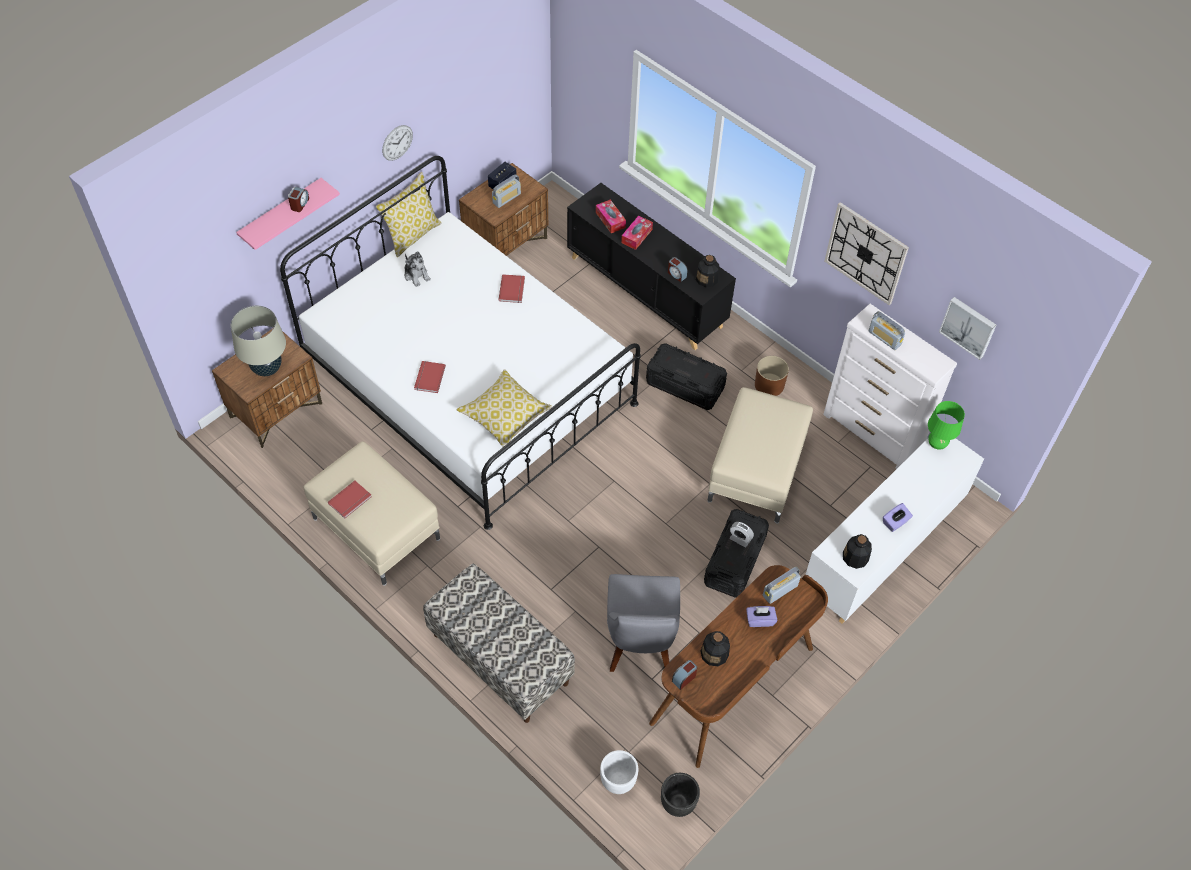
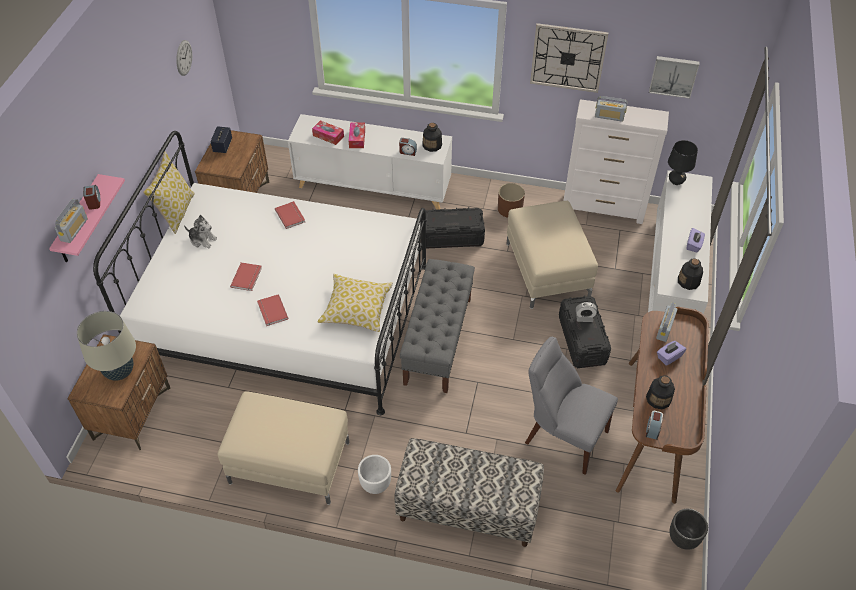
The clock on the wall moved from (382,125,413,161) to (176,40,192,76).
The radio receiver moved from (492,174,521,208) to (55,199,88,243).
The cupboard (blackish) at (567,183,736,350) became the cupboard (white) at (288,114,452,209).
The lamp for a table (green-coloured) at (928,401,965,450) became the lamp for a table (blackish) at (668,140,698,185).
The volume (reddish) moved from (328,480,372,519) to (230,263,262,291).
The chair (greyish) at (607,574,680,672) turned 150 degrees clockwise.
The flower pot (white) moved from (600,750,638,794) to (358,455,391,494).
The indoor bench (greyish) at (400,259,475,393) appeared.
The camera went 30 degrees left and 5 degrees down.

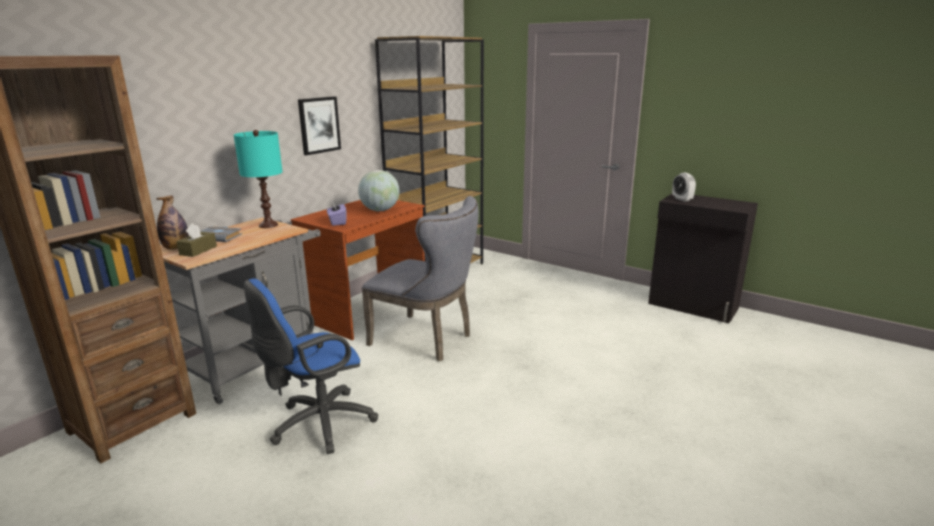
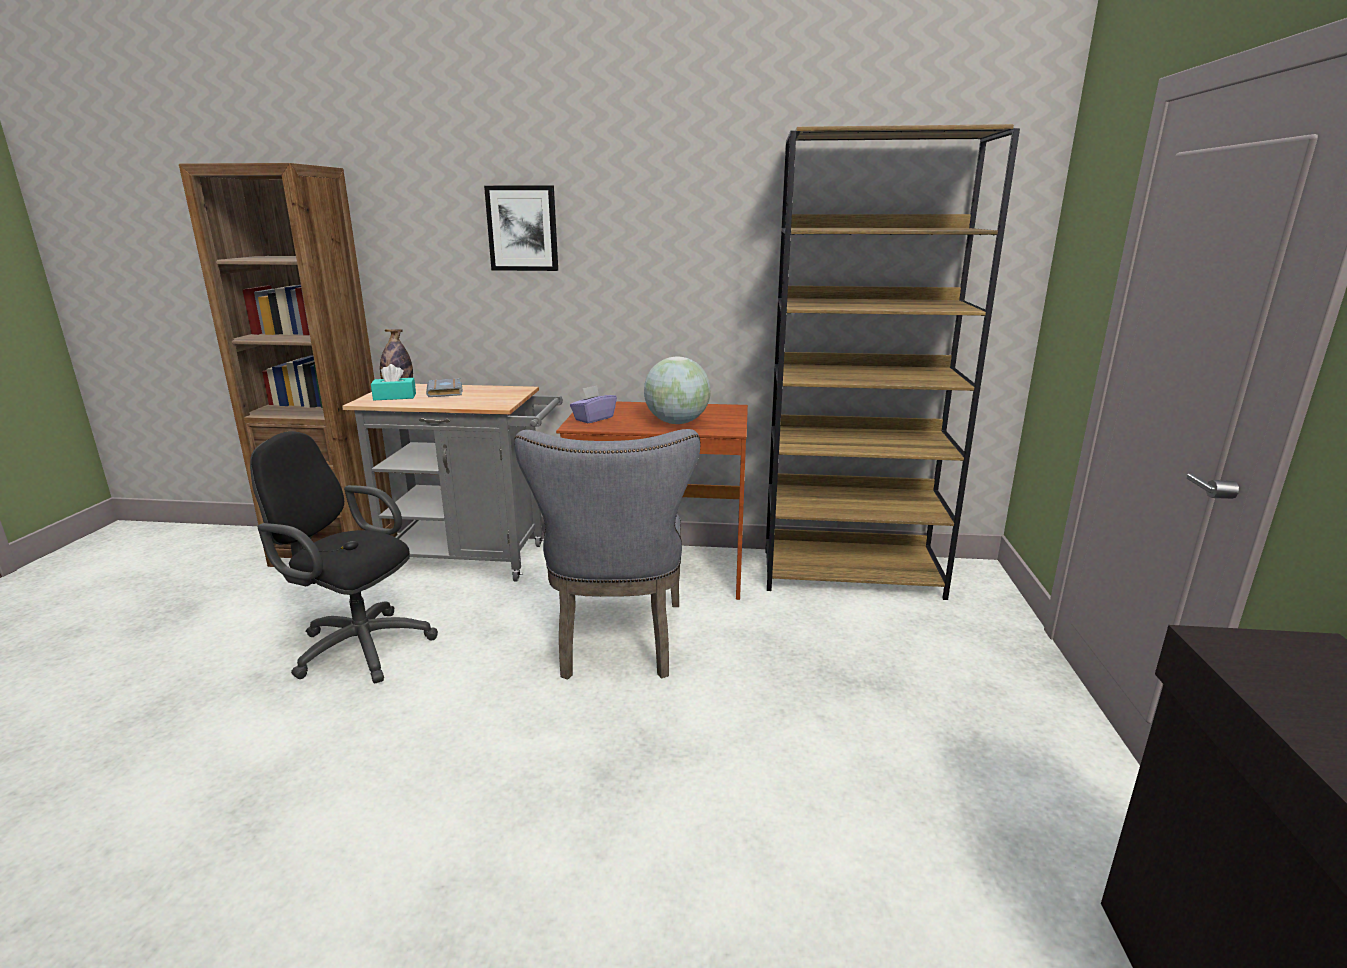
The wall art moved from (298,96,341,155) to (484,185,558,271).
The lamp for a table (blue-green) at (234,130,283,228) disappeared.
The alarm clock at (672,173,696,202) disappeared.
The tissue box (brown) at (176,223,217,257) became the tissue box (blue-green) at (371,364,416,400).
The computer chair (bluish) at (244,278,378,454) became the computer chair (blackish) at (250,431,438,684).
The camera went 60 degrees right and 0 degrees up.

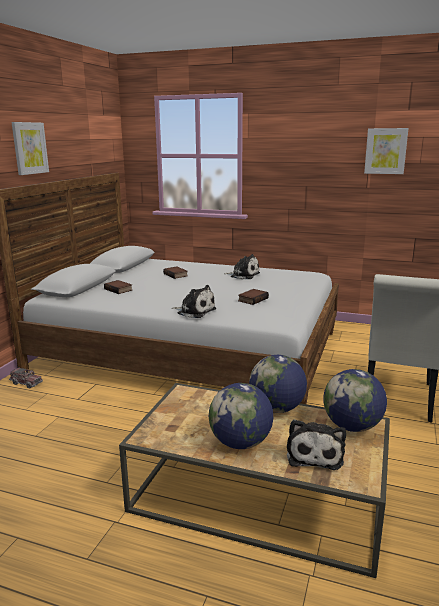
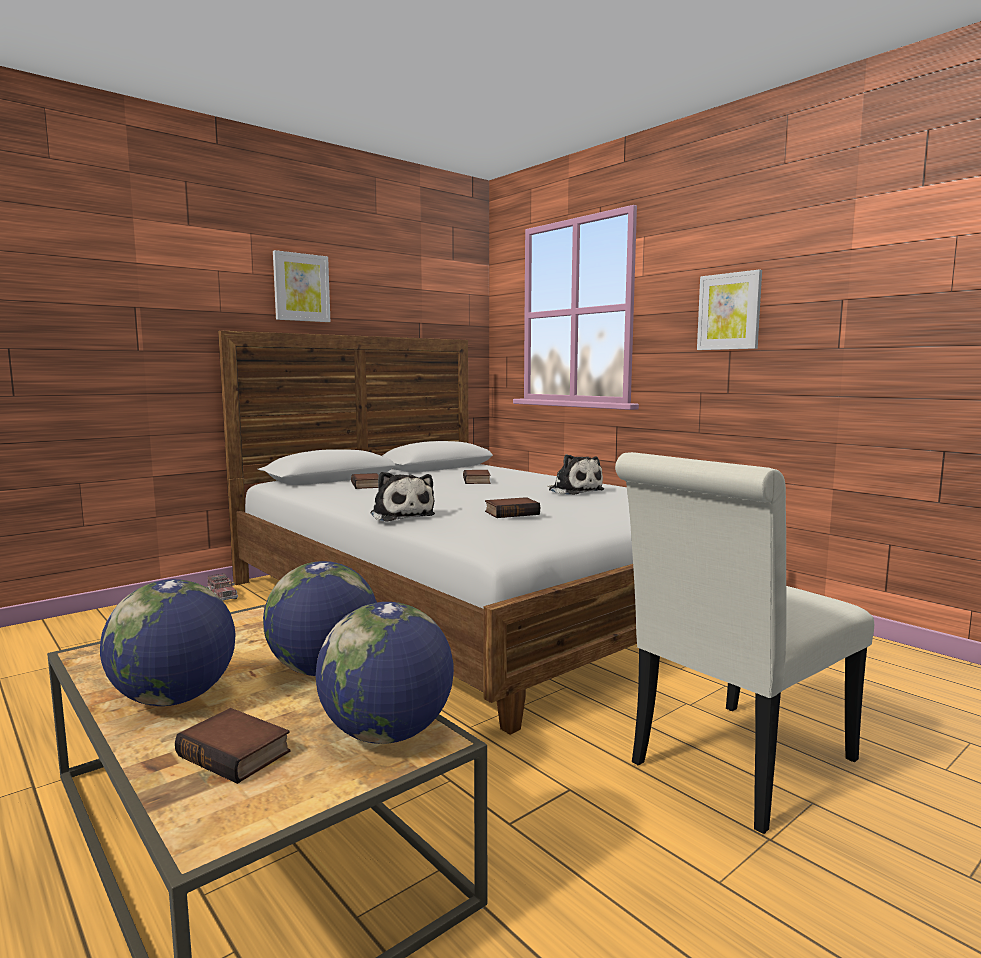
The wall art moved from (364,128,409,174) to (697,269,762,350).
The soft toy at (287,419,346,470) was replaced by the volume at (175,708,290,784).
The camera went 30 degrees right and 10 degrees down.

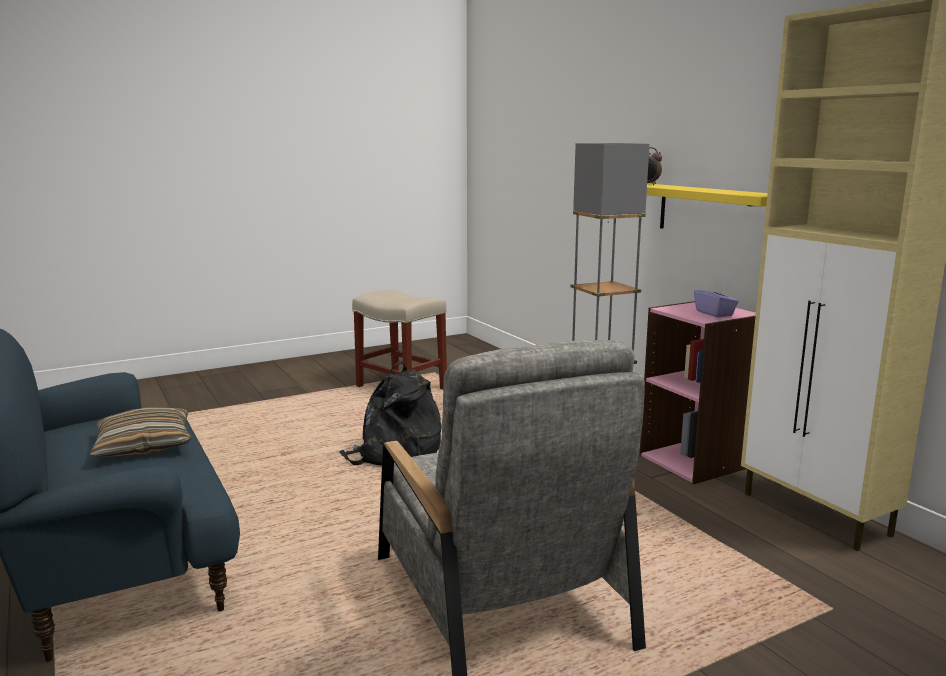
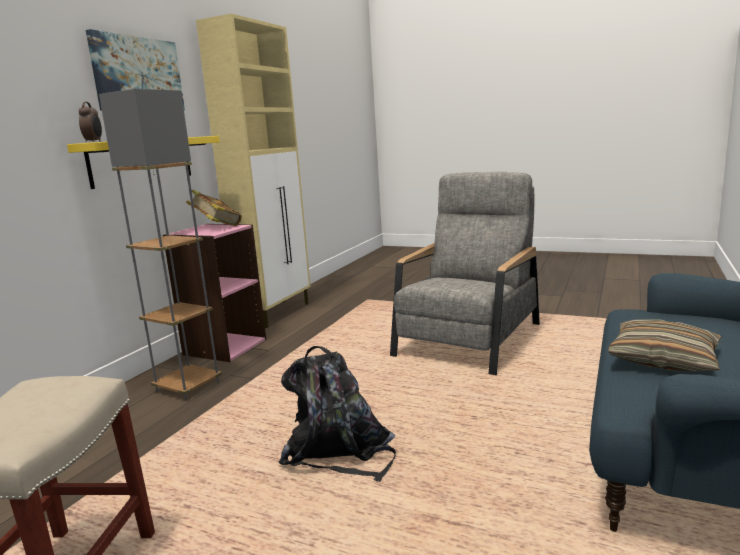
The tissue box (purplish) at (694,282,739,317) was replaced by the volume at (186,190,242,226).
The wall art at (86,29,185,111) appeared.
The camera went 125 degrees left and 0 degrees up.

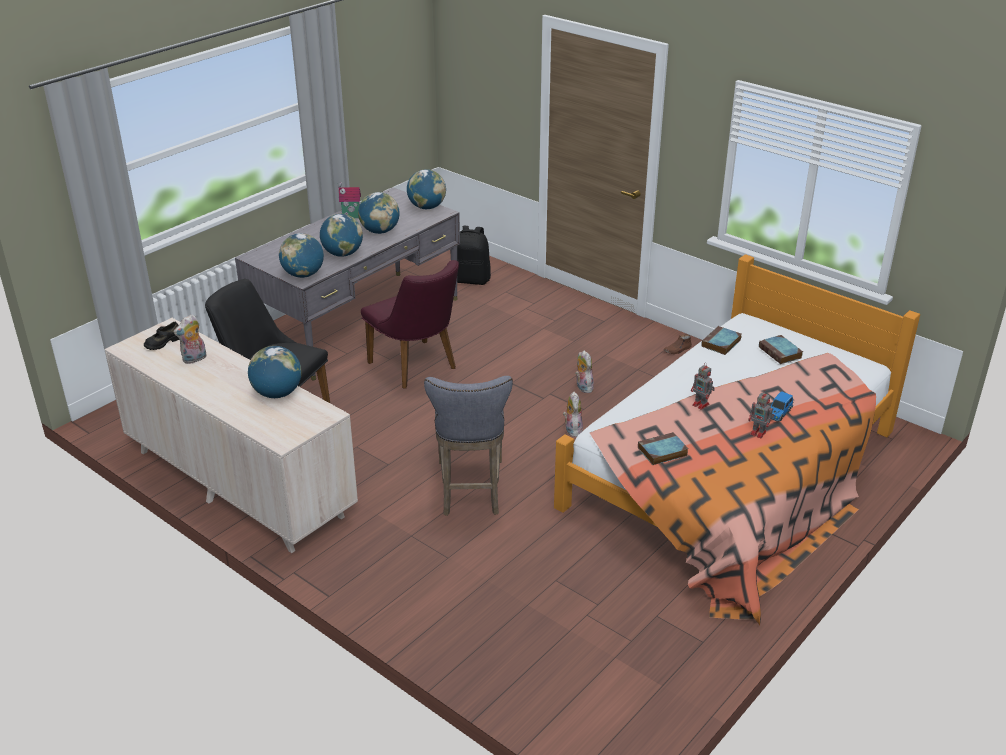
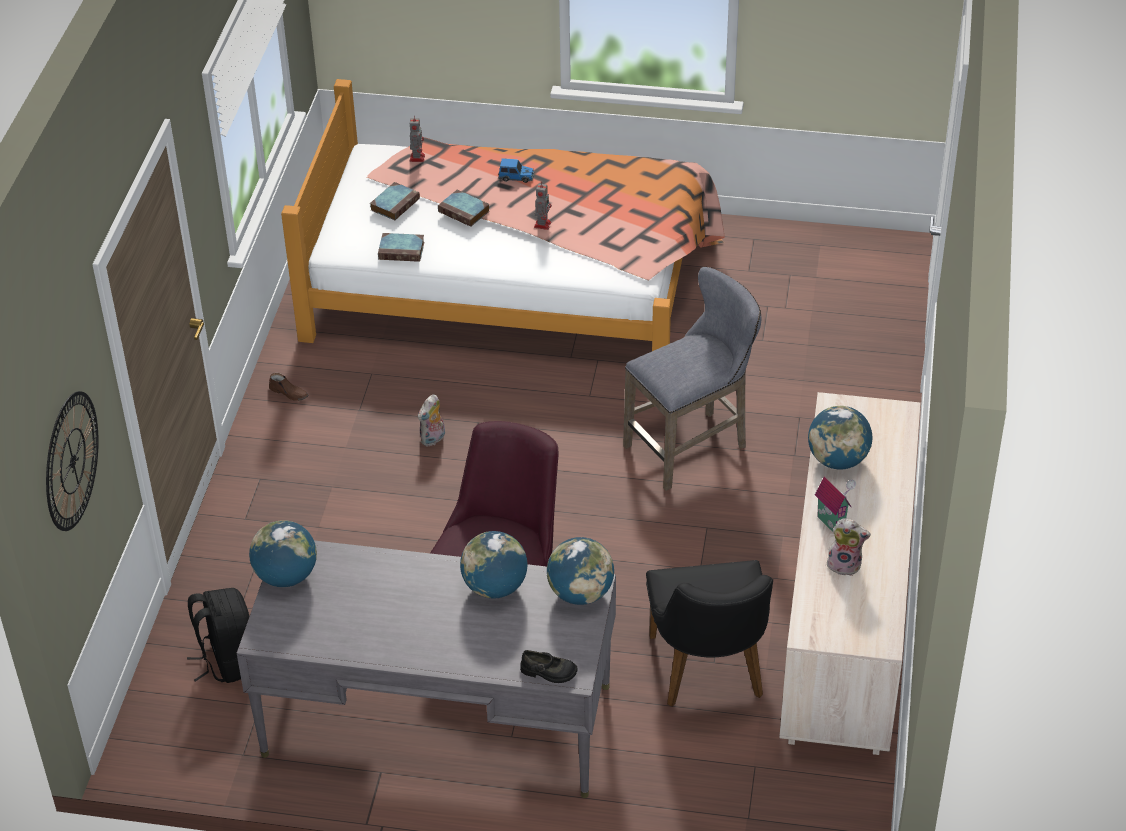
The miniature house moved from (338,182,361,218) to (815,477,856,532).
The desk globe at (358,192,400,234) disappeared.
The item of footwear (blackish) moved from (144,322,179,350) to (520,650,578,683).
The robot figure moved from (749,390,774,438) to (410,115,425,162).
The soft toy at (563,392,583,437) disappeared.
The volume moved from (638,432,689,465) to (438,190,490,227).
The clock on the wall at (46,391,99,531) appeared.
The camera went 120 degrees left and 10 degrees up.

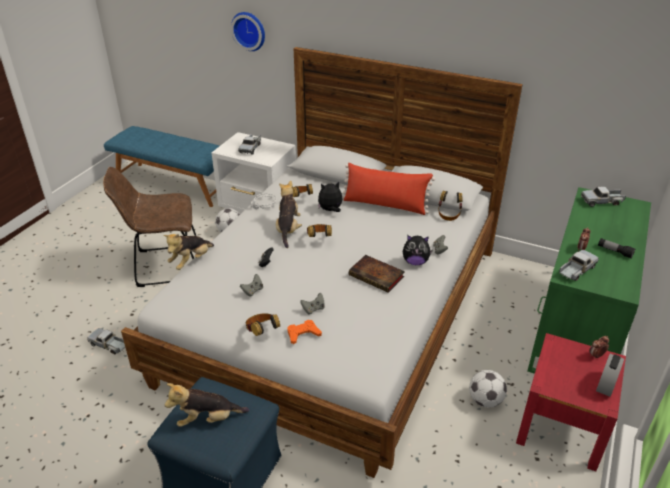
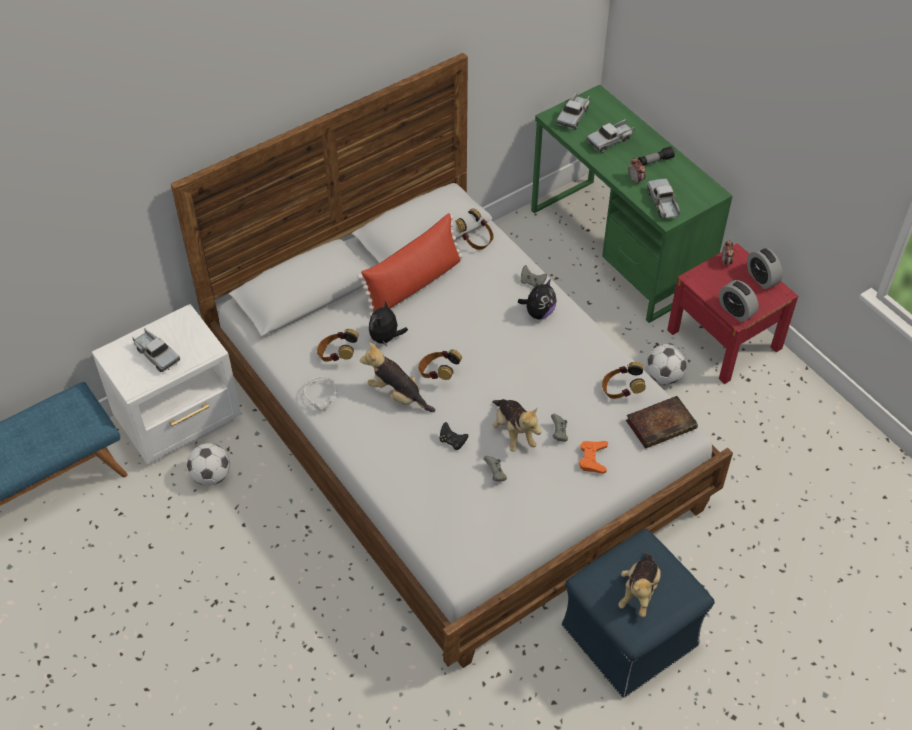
The clock on the wall at (231,12,265,51) disappeared.
The chair (brown) at (103,167,196,287) disappeared.
The soft toy moved from (163,234,214,270) to (492,399,541,452).
The volume moved from (349,255,405,293) to (626,396,698,449).
The headphones moved from (246,313,280,336) to (602,362,646,399).
The model truck moved from (87,328,126,354) to (586,119,635,153).
The alarm clock at (719,280,759,322) appeared.
The camera went 60 degrees left and 15 degrees up.

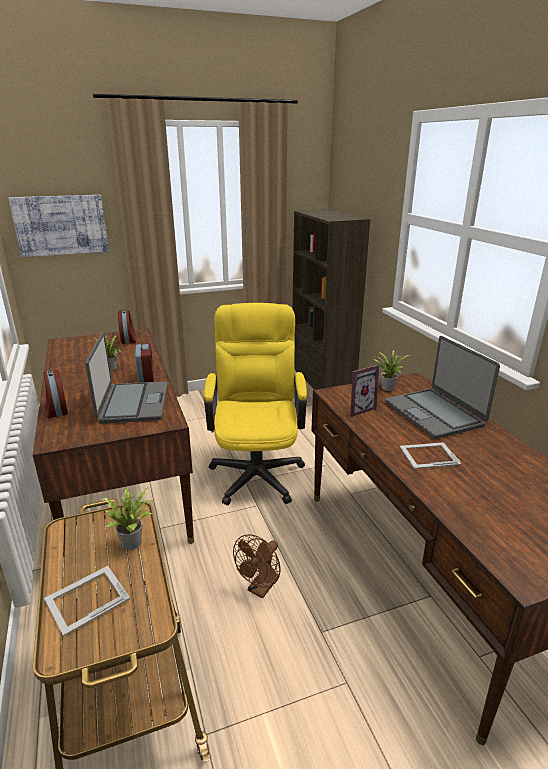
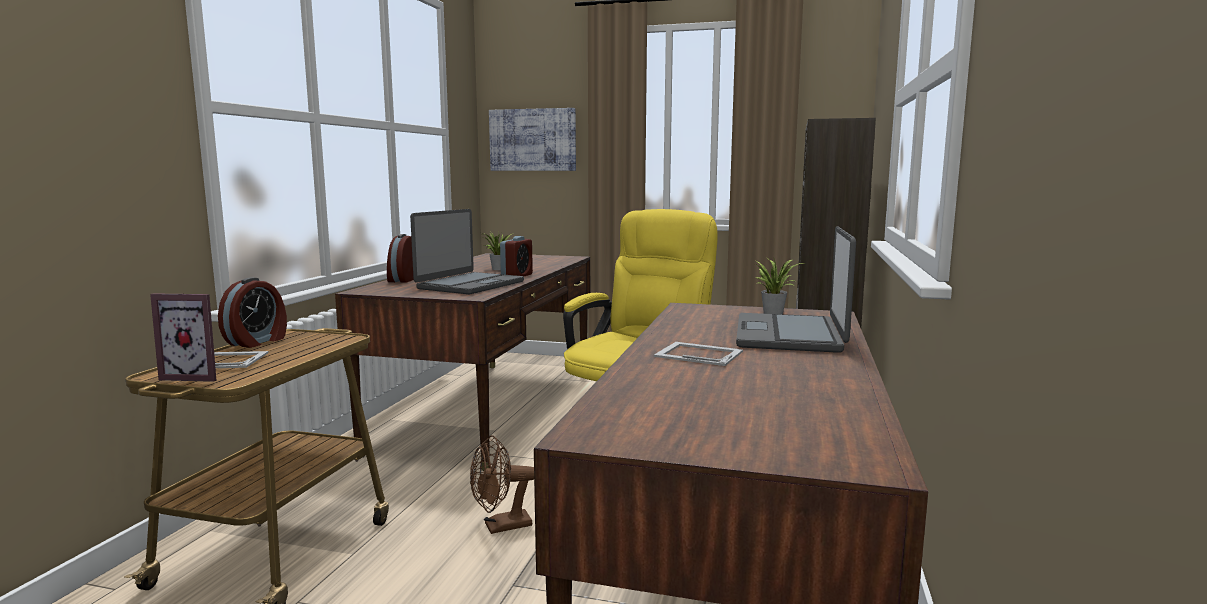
The alarm clock moved from (118,309,136,344) to (218,278,287,348).
The standing frame moved from (350,365,380,417) to (150,293,216,382).
The plant in a pot at (103,487,154,550) disappeared.
The camera went 35 degrees right and 15 degrees down.

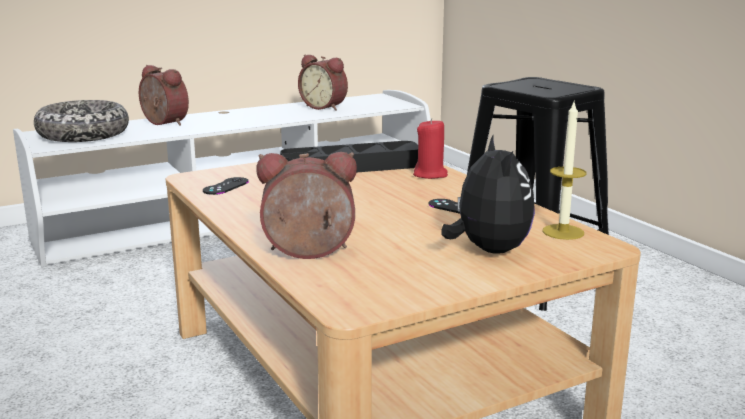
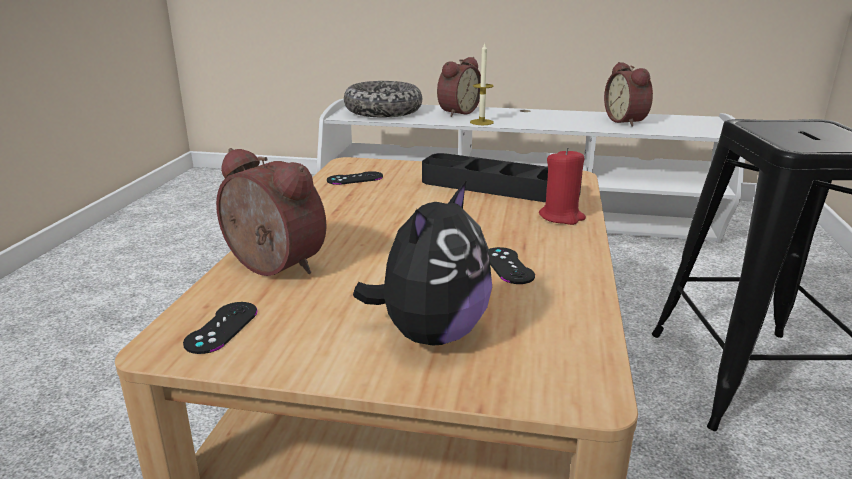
The alarm clock at (139,65,189,126) turned 45 degrees clockwise.
The wax candle moved from (543,102,586,240) to (470,43,494,125).
The game controller (blackish) at (183,302,258,354) appeared.
The camera went 40 degrees right and 5 degrees up.

